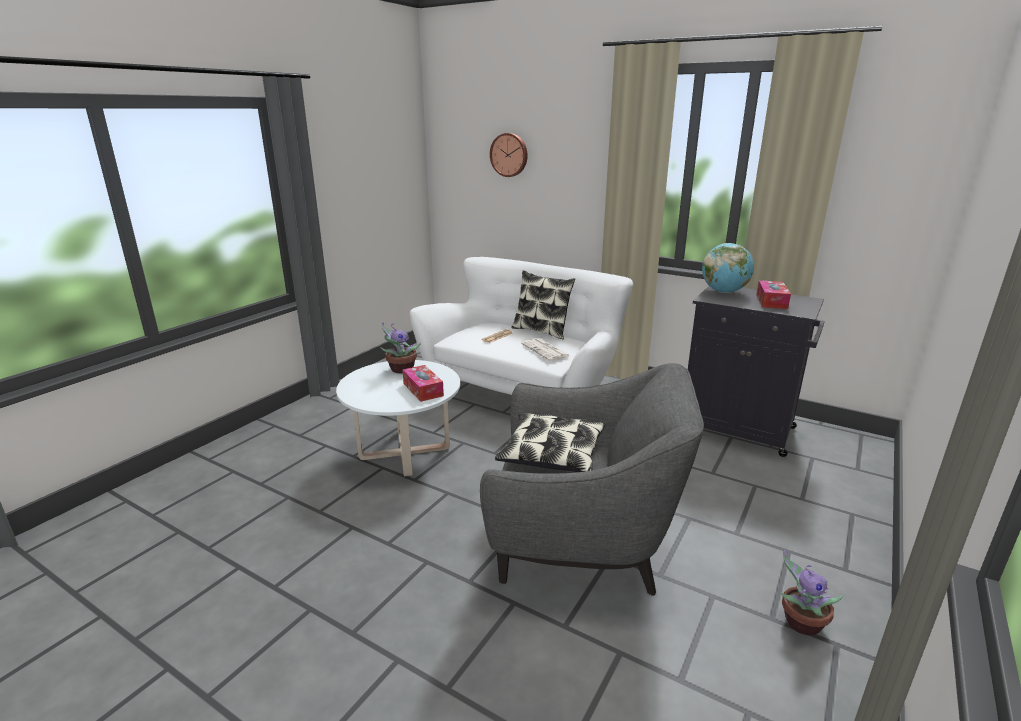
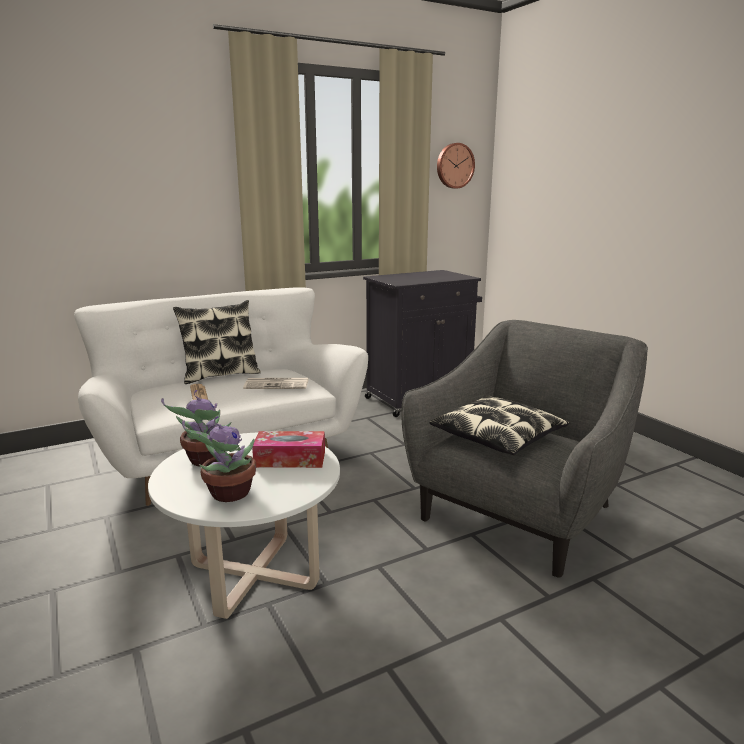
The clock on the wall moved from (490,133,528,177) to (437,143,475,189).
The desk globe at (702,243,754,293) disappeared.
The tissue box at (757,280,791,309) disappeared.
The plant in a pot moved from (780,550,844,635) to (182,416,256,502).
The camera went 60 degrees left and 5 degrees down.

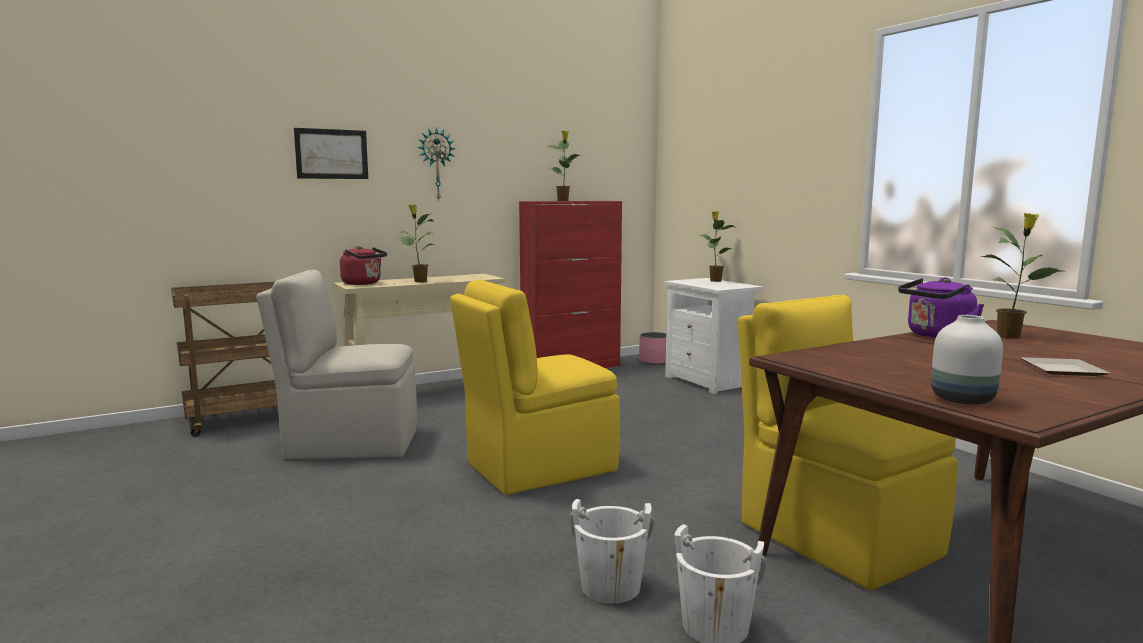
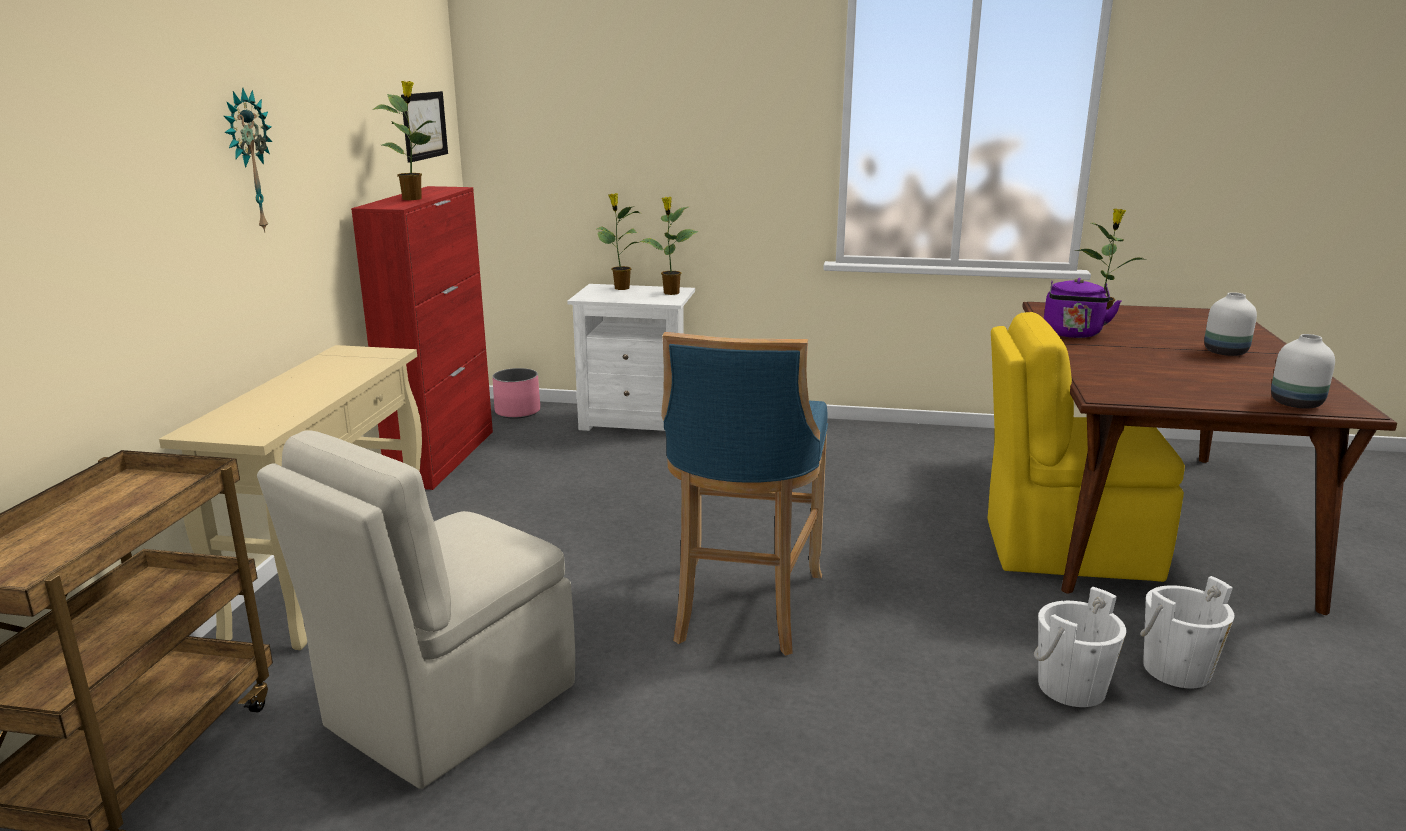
The wall art moved from (294,128,368,179) to (401,91,448,163).
The plant in a pot moved from (399,204,435,282) to (639,197,699,295).
The water kettle (reddish) at (340,246,387,285) disappeared.
The chair (yellow) at (450,280,620,495) was replaced by the sitting stool (bluish) at (661,332,828,656).
The plate at (1021,357,1110,376) was replaced by the decorative vase (white) at (1204,292,1257,356).
The camera went 50 degrees left and 10 degrees up.

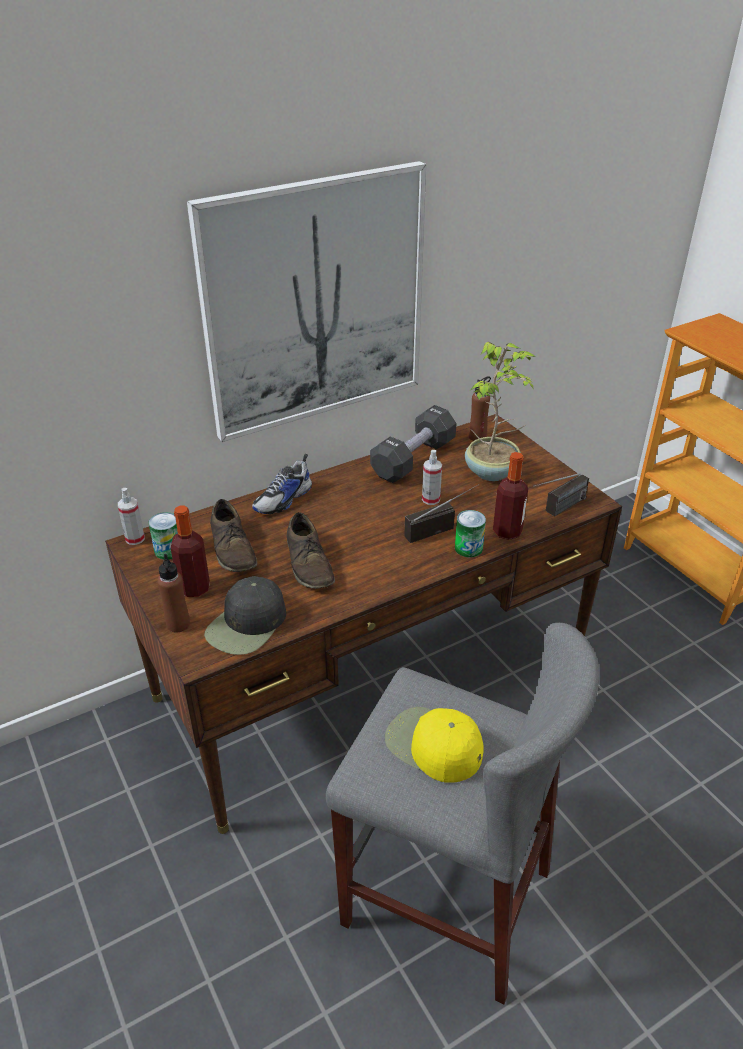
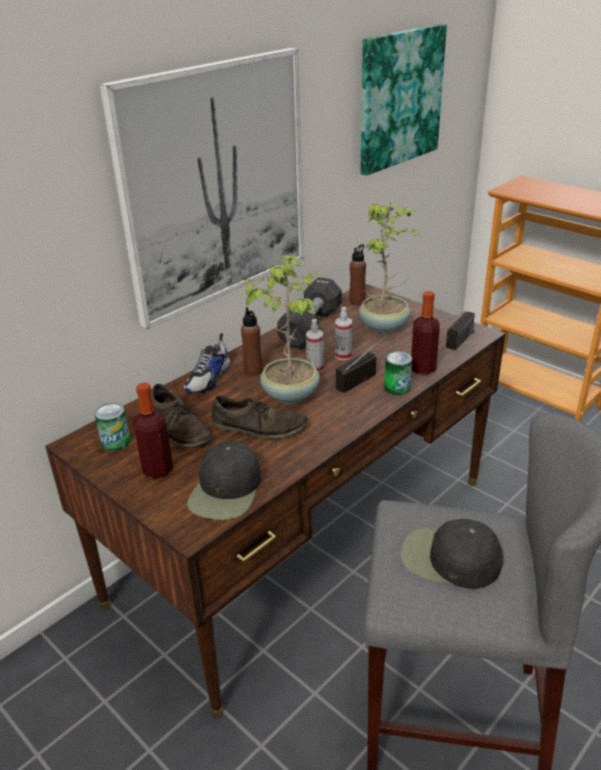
The spray bottle moved from (118,488,145,545) to (306,319,324,373).
The item of footwear (brown) at (287,512,335,589) turned 45 degrees counterclockwise.
The beverage bottle (brown) moved from (157,554,190,632) to (241,307,263,376).
The peaked cap (yellow) at (385,707,484,783) became the peaked cap (blackish) at (400,519,503,589).
The wall art at (360,24,447,176) appeared.
The plant in a pot at (242,256,324,404) appeared.
The camera went 15 degrees left and 5 degrees down.

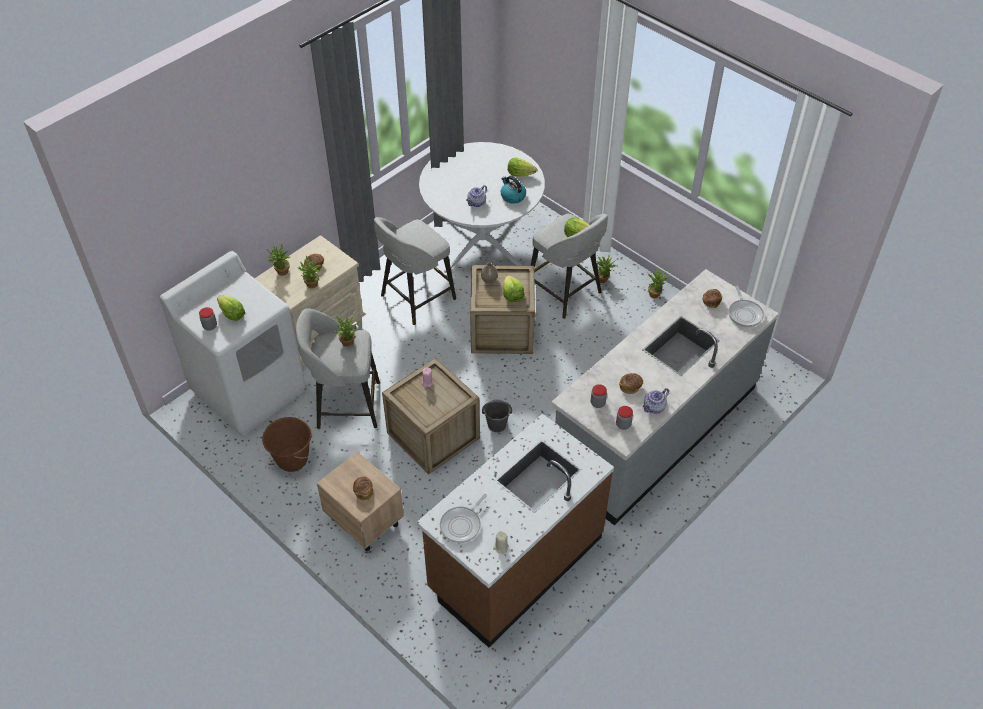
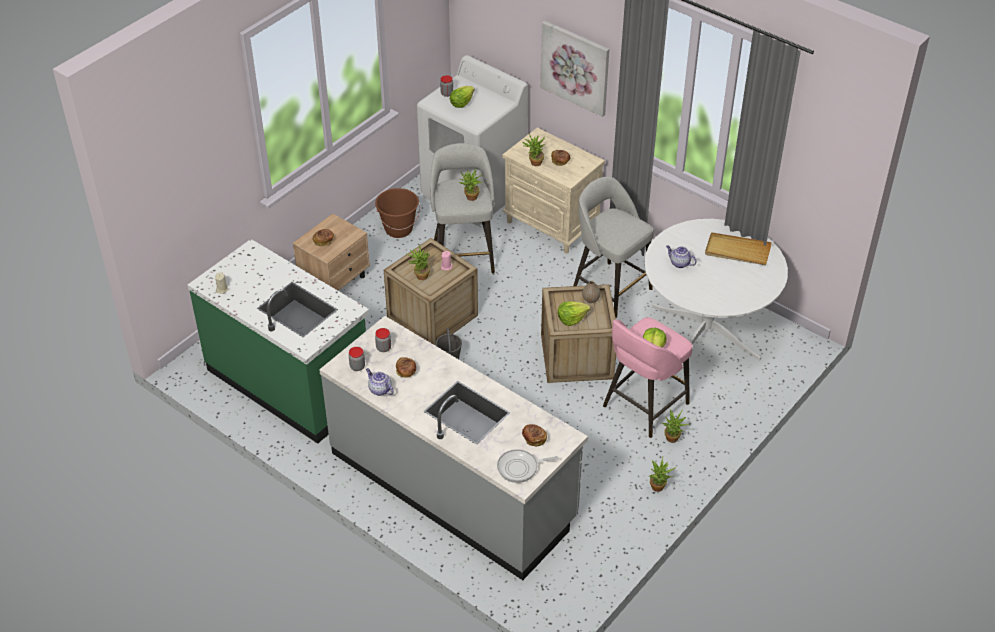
The head of lettuce at (508,157,537,177) disappeared.
The water kettle at (501,176,526,203) disappeared.
The sitting stool (greyish) at (531,214,608,319) became the sitting stool (pink-coloured) at (603,317,693,438).
The plant in a pot moved from (266,244,290,276) to (405,245,430,280).
The counter (brown) at (416,413,614,647) became the counter (green-coloured) at (188,239,369,443).
The skillet at (440,494,487,543) disappeared.
The wall art at (540,21,609,117) appeared.
The tray (beige-coloured) at (705,232,772,266) appeared.
The camera went 85 degrees right and 5 degrees down.

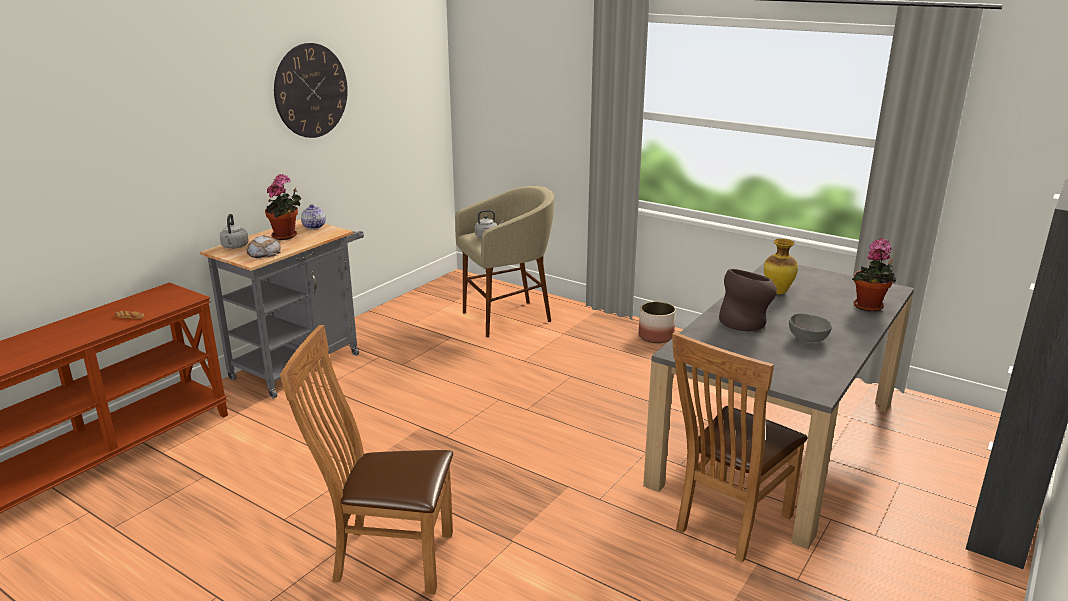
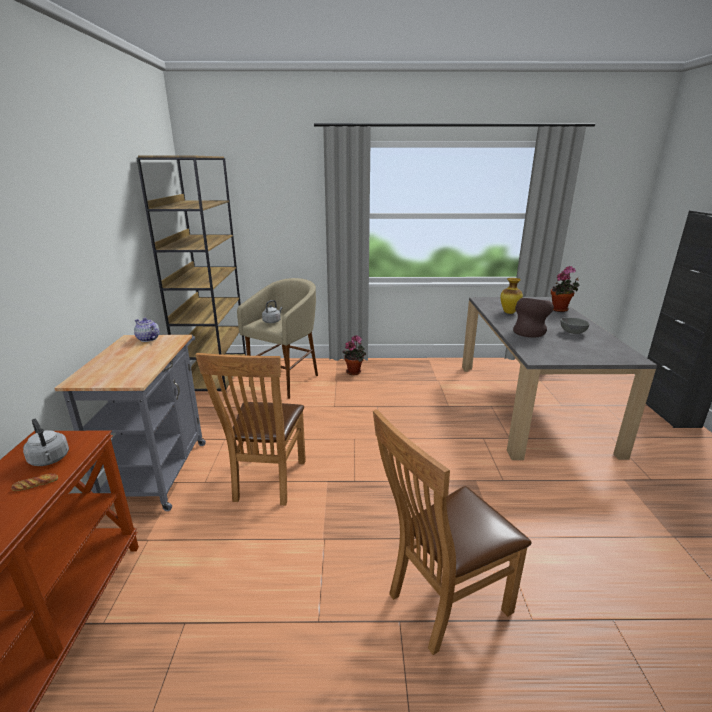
The clock on the wall at (274,43,348,138) disappeared.
The plant in a pot moved from (265,174,301,240) to (343,335,366,375).
The water kettle (greyish) moved from (220,214,249,249) to (23,418,69,466).
The bread at (246,235,281,258) disappeared.
The flower pot at (639,302,676,343) disappeared.
The chair (brown) moved from (672,332,808,562) to (195,353,306,506).
The shelving unit (brown) at (137,156,246,393) appeared.
The camera went 35 degrees left and 0 degrees up.

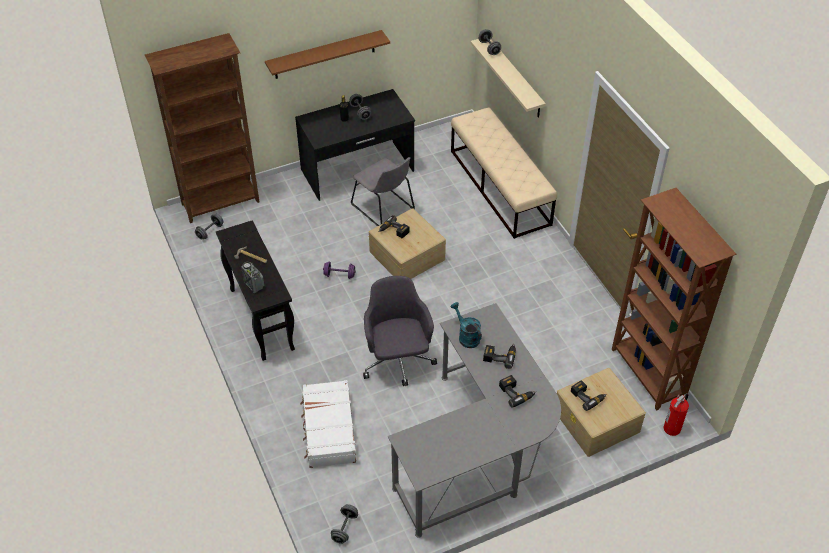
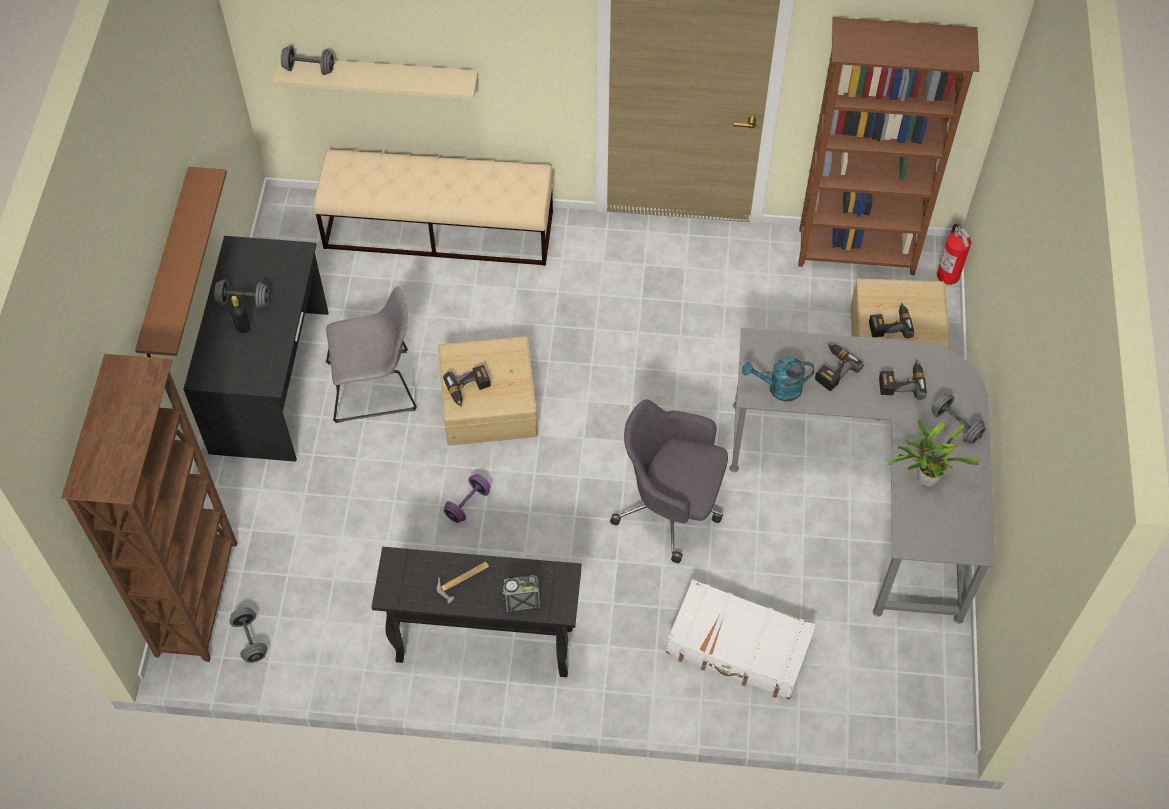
The hand weight (greyish) moved from (331,504,358,544) to (931,394,986,444).
The plant in a pot at (888,418,981,487) appeared.
The camera went 60 degrees left and 10 degrees up.

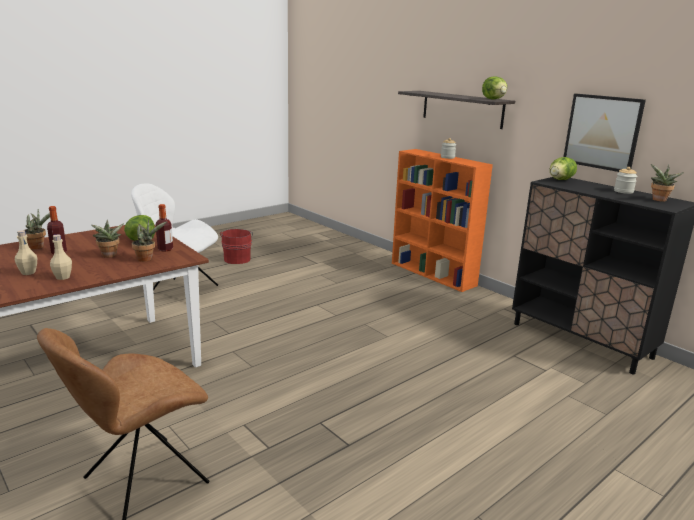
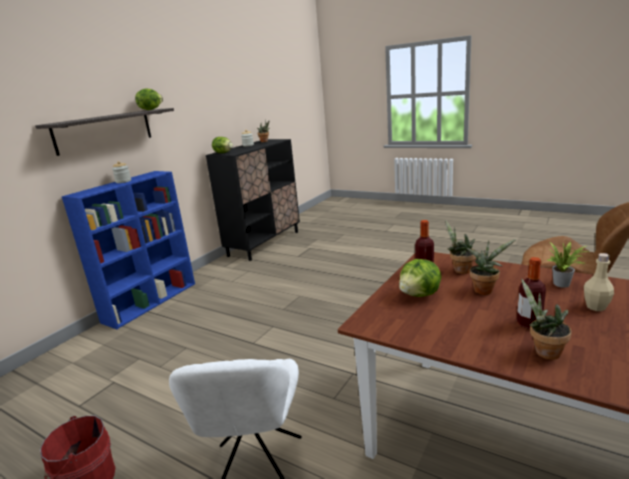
The wall art at (564,94,646,172) disappeared.
The shelving unit (orange) at (392,149,493,292) became the shelving unit (bluish) at (62,171,195,329).
The beverage bottle (beige-coloured) at (50,234,72,280) was replaced by the plant in a pot at (547,241,588,288).
The camera went 105 degrees left and 0 degrees up.

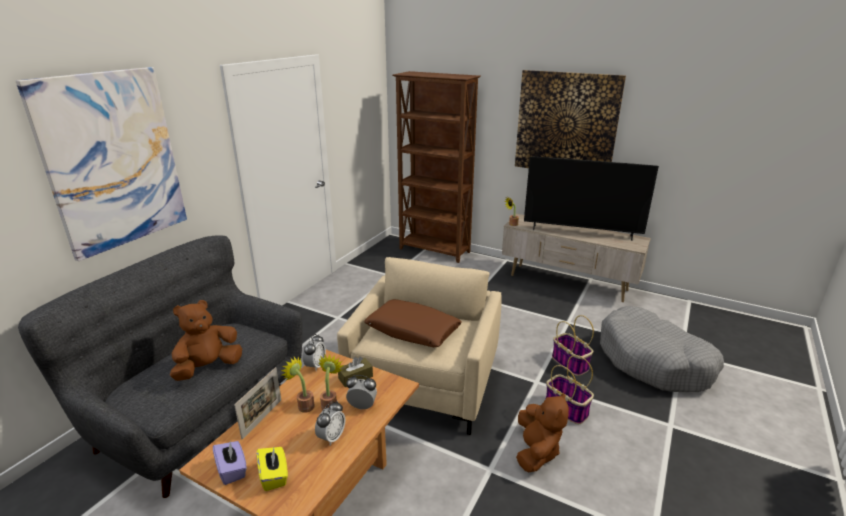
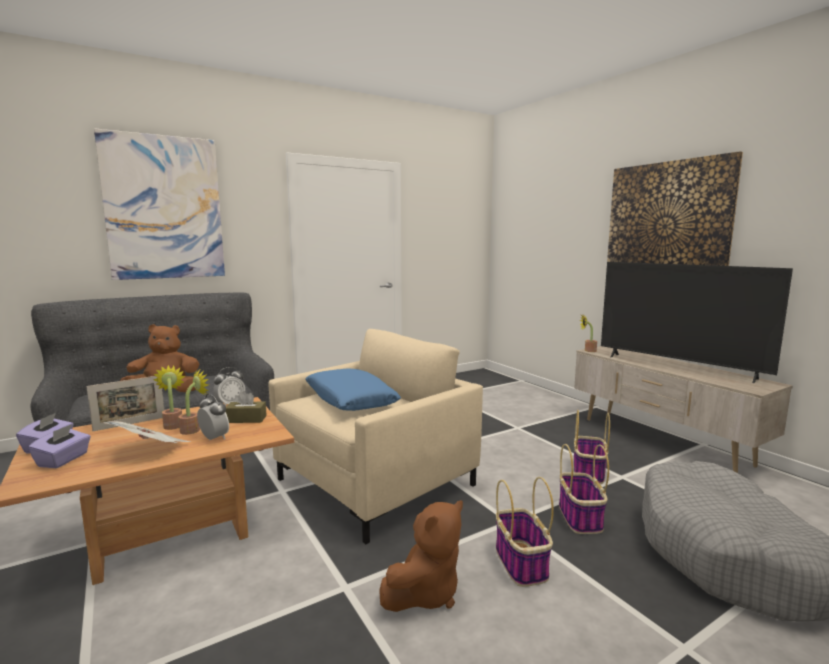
The shelving unit (brown) at (393,71,481,263) disappeared.
The pillow (brown) at (364,299,462,347) became the pillow (bluish) at (305,368,401,411).
The alarm clock at (315,401,345,446) was replaced by the daily paper at (103,421,191,443).
The tissue box (yellow) at (256,447,288,491) became the tissue box (purplish) at (28,424,91,468).
The household basket at (574,410,610,484) appeared.
The camera went 30 degrees right and 15 degrees down.

